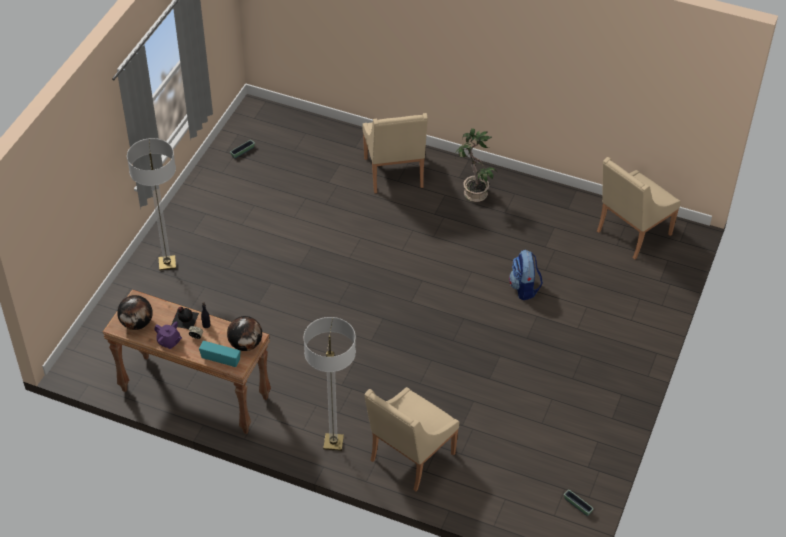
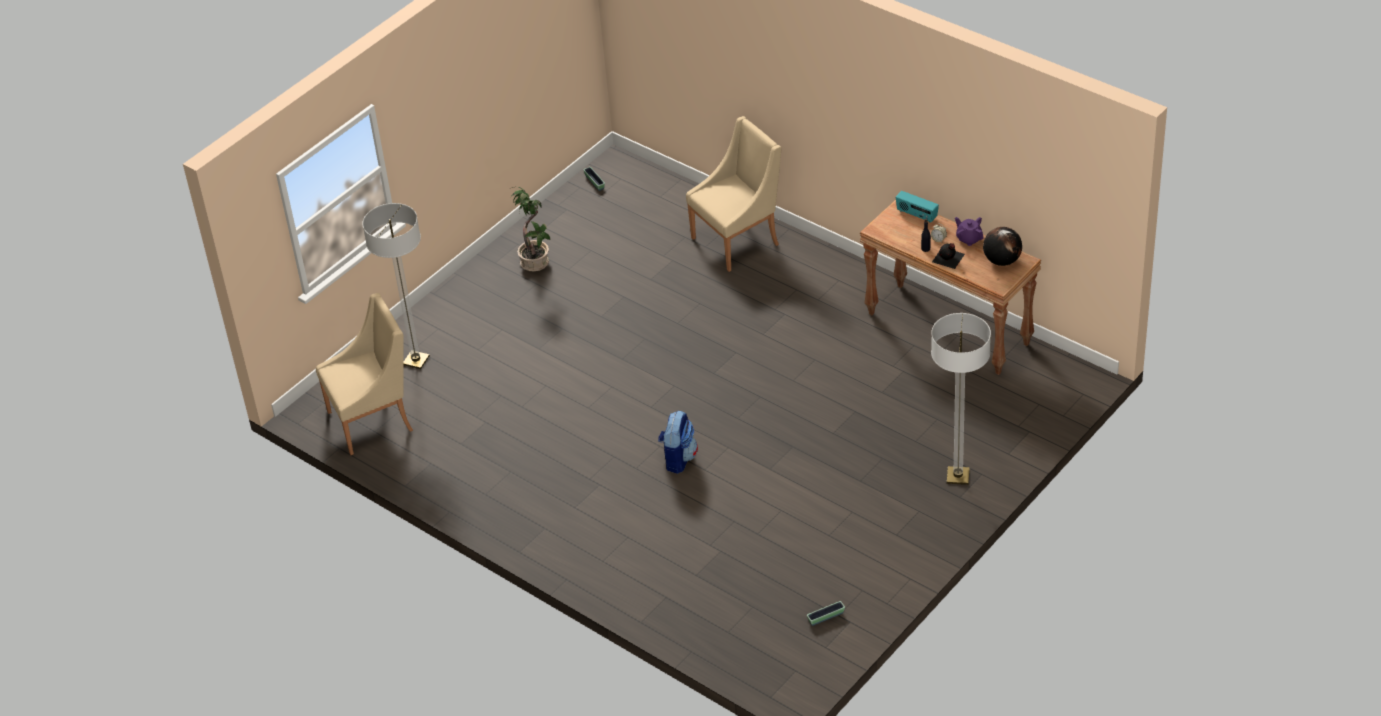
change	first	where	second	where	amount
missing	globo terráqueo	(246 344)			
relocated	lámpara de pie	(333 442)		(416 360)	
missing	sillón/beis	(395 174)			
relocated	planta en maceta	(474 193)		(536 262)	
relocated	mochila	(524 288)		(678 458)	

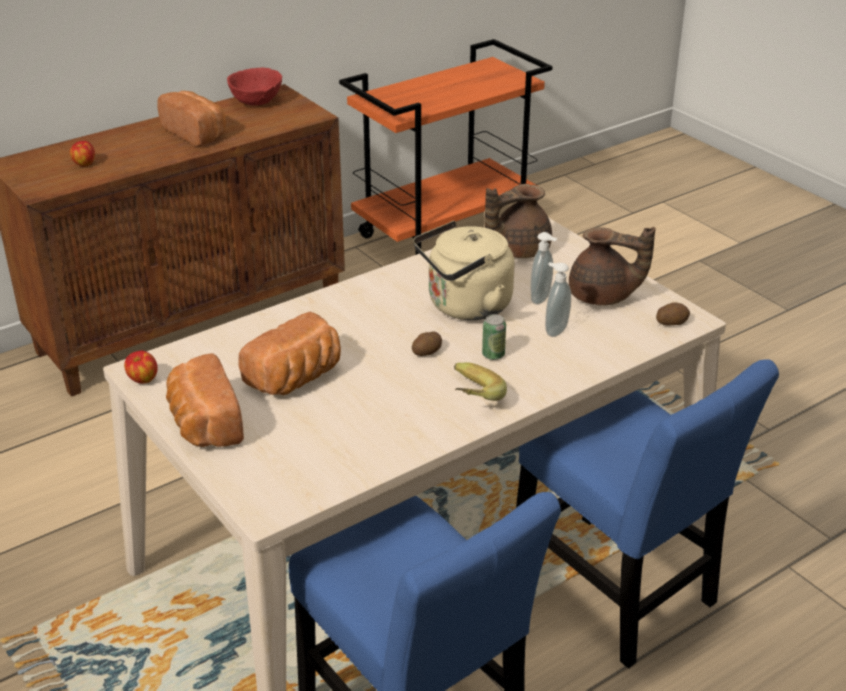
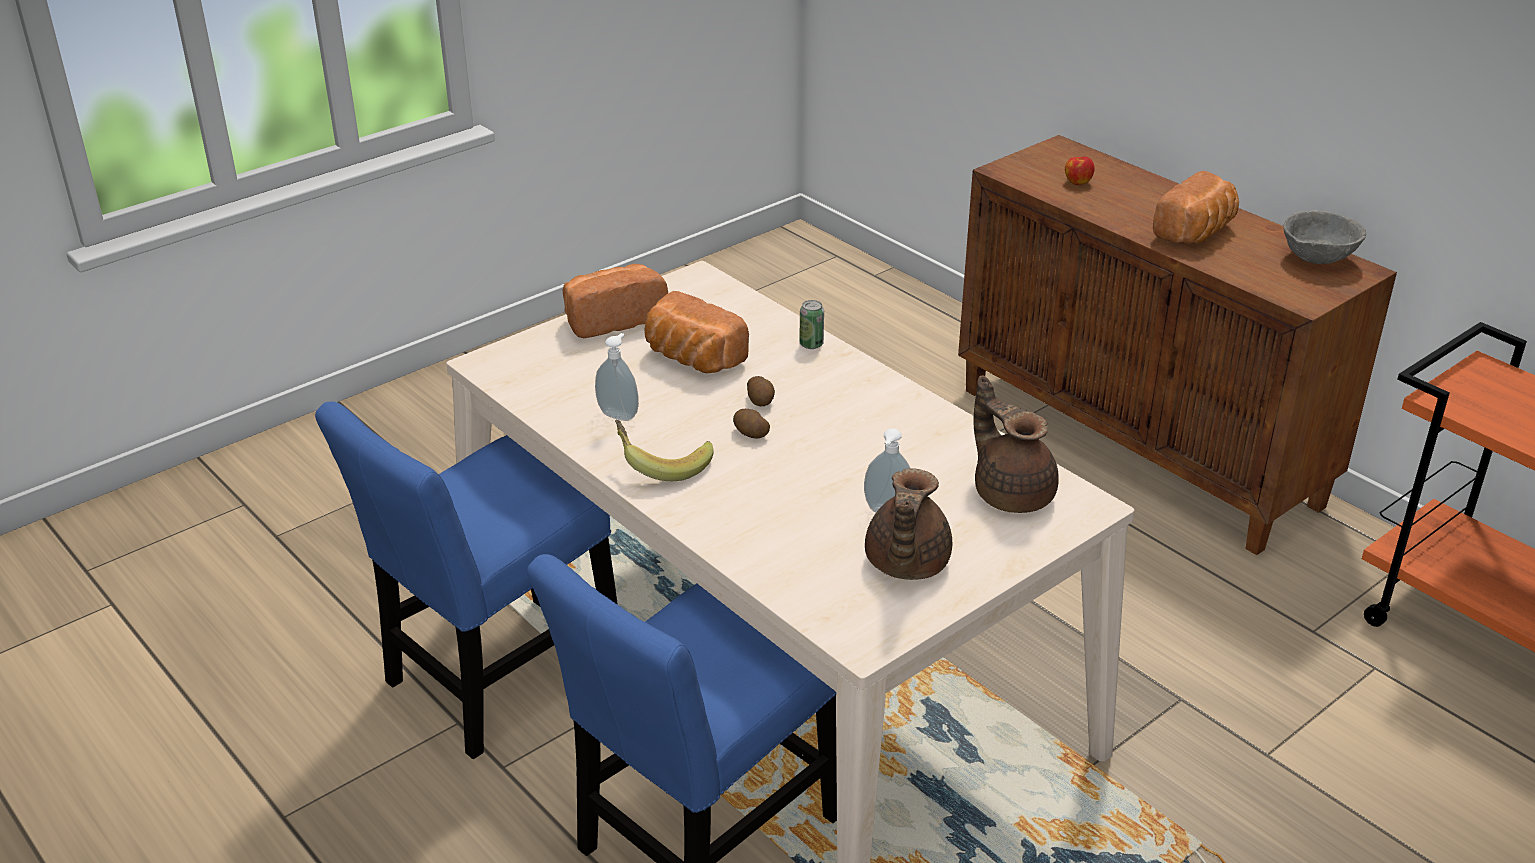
change	first	where	second	where	amount
missing	manzana	(142 380)			
colour	cuenco/rojo	(256 102)	cuenco/gris	(1319 259)	
missing	hervidor/beis	(465 306)			
relocated	lata	(493 355)		(811 344)	
relocated	dispensador de jabón	(554 330)		(619 414)	
relocated	patata	(671 322)		(761 401)	

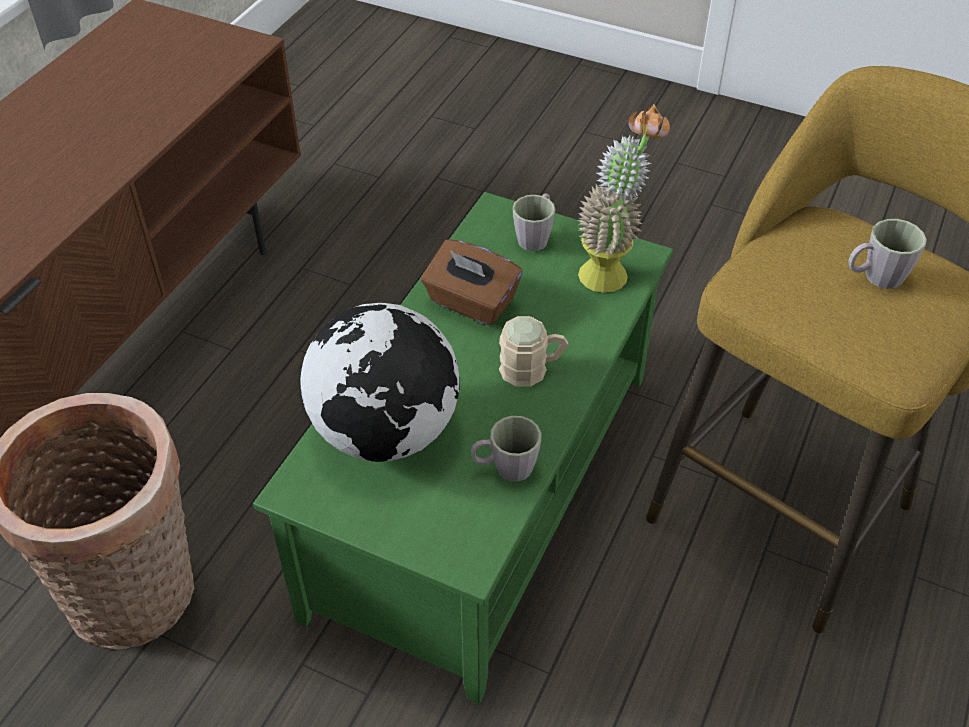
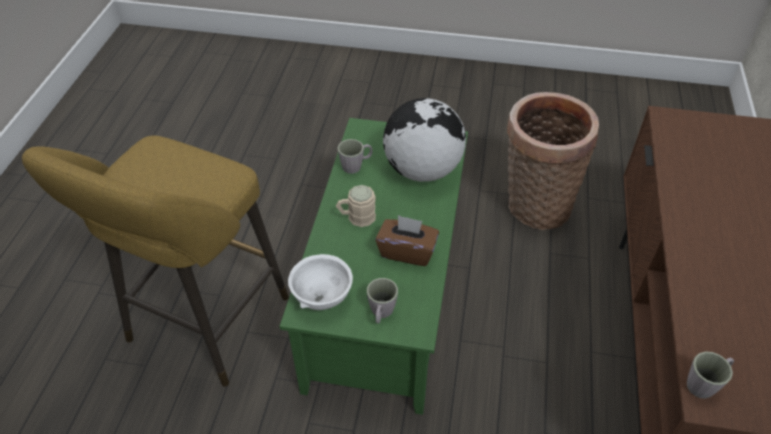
change	first	where	second	where	amount
exchanged	planta en maceta	(611 269)	cuenco/blanco	(321 297)	
relocated	taza grande/gris	(875 277)		(705 383)	

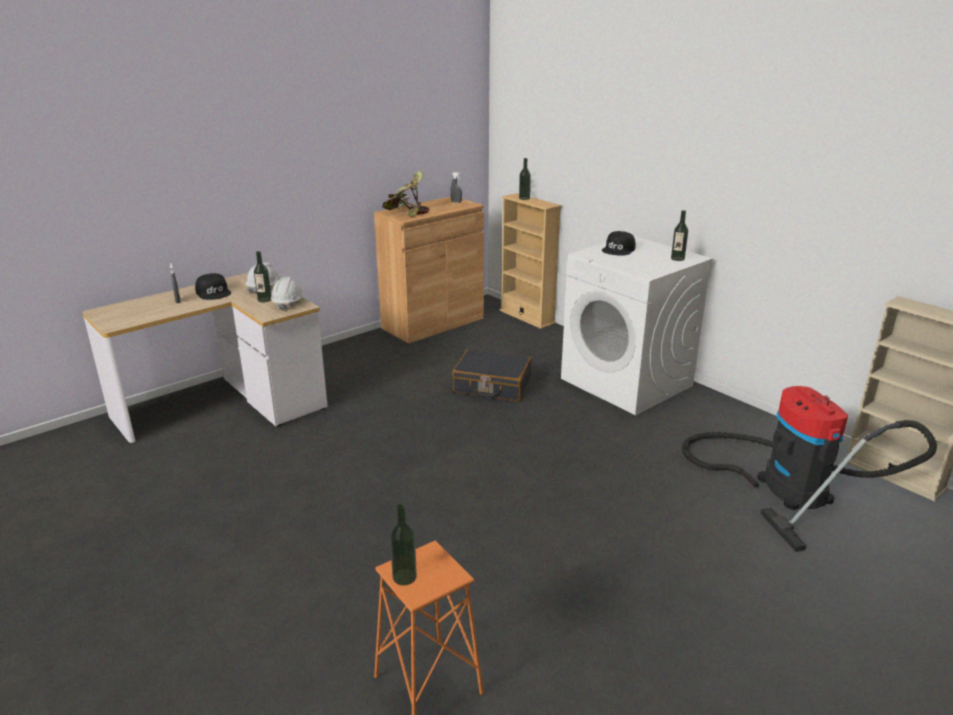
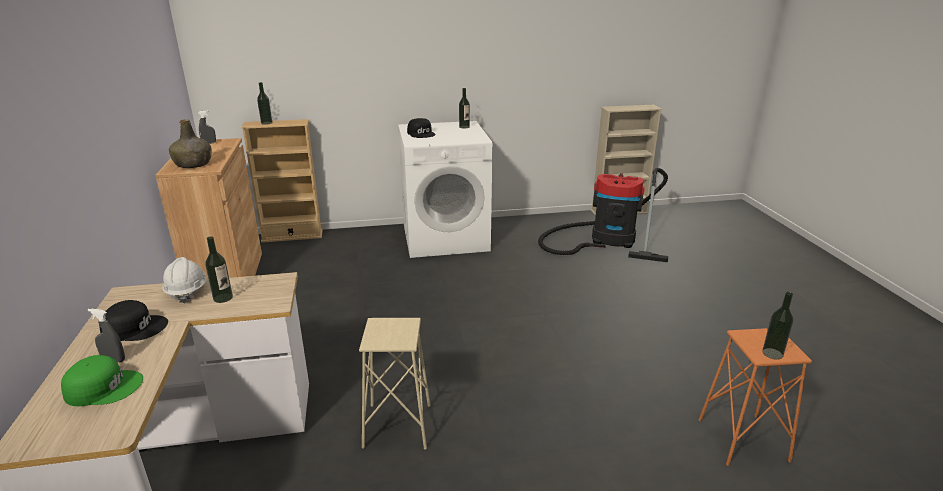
change	first	where	second	where	amount
missing	casco/blanco	(288 304)			
exchanged	planta en maceta	(405 213)	botella/verde	(193 164)	
missing	maleta/negro	(492 385)			
appeared			gorra/verde	(104 387)	
appeared			taburete/beis	(397 426)	

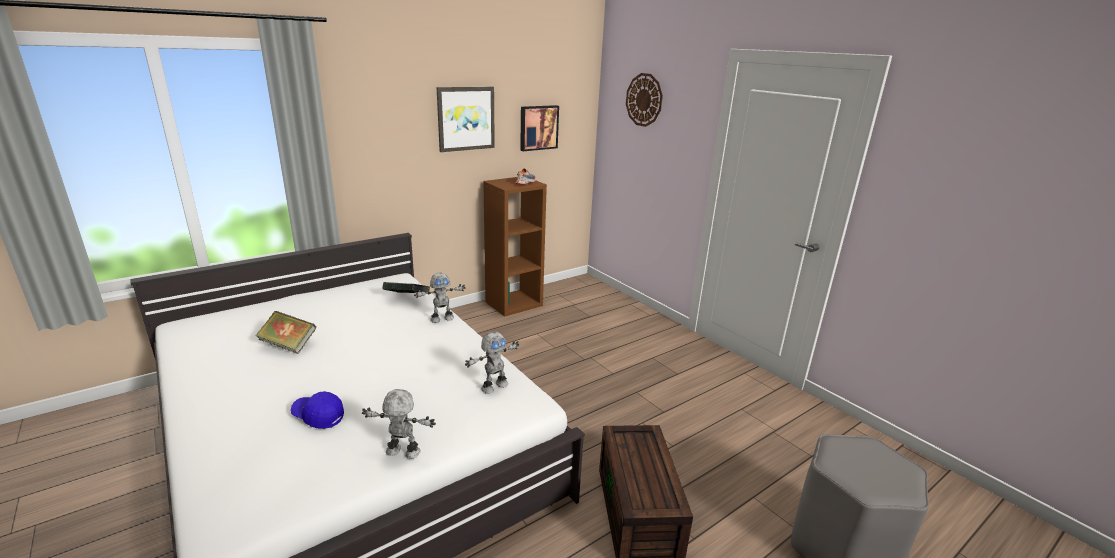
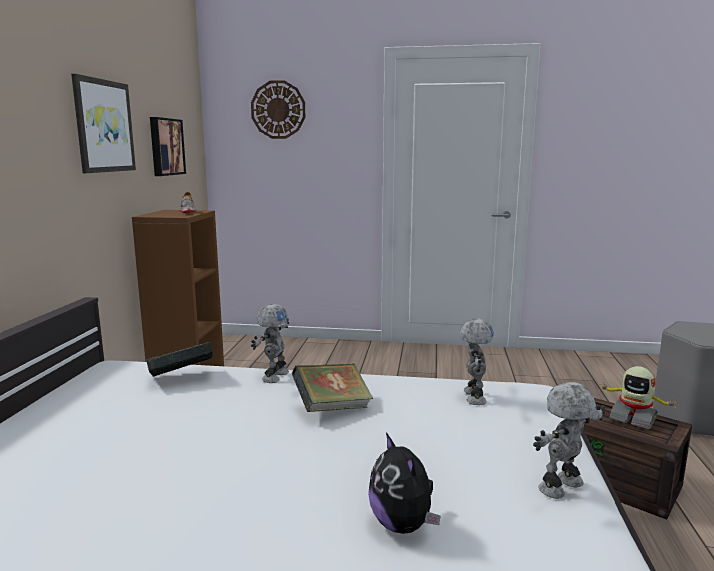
change	first	where	second	where	amount
relocated	libro	(288 345)		(332 408)	
exchanged	gorra/azul	(318 416)	peluche	(403 525)	
appeared			robot de juguete	(633 418)	

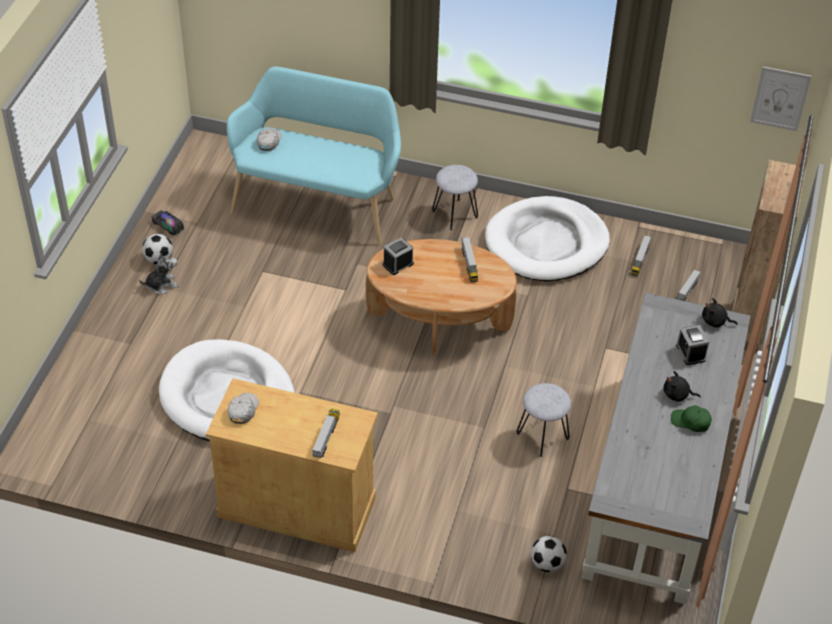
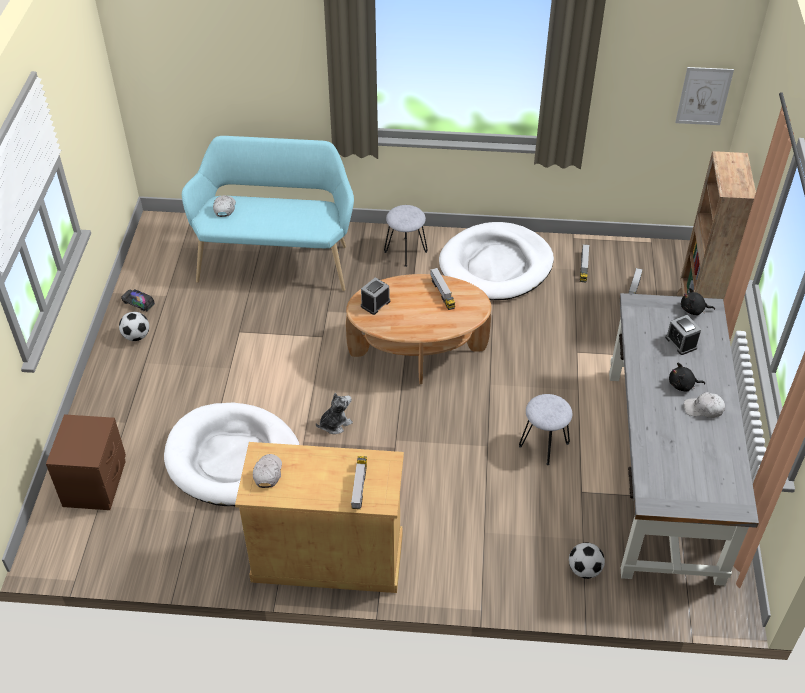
change	first	where	second	where	amount
relocated	peluche	(161 285)		(335 424)	
colour	gorra/verde	(690 422)	gorra/blanco	(703 409)	
appeared			mesita de noche/marrón	(95 484)	

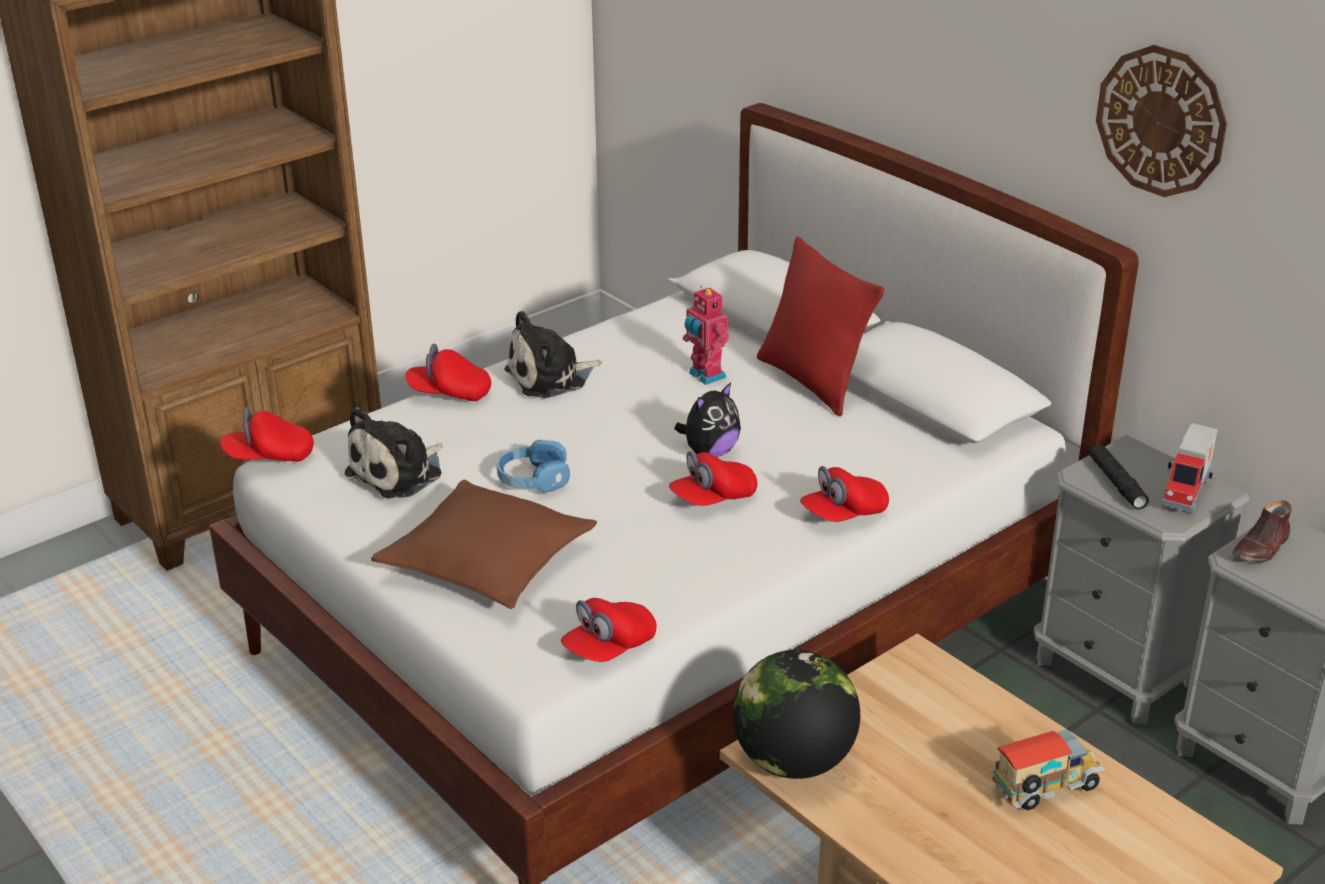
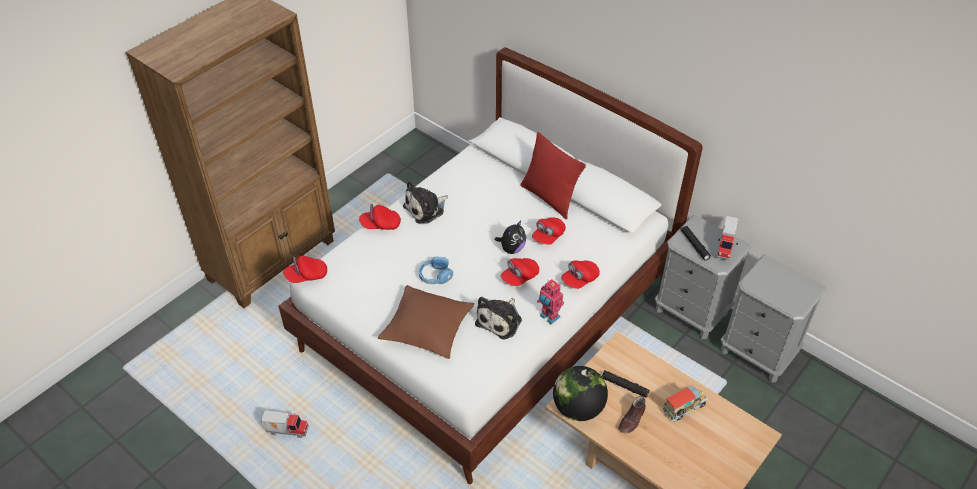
change	first	where	second	where	amount
relocated	peluche	(399 473)		(500 320)	
relocated	gorra/rojo	(609 648)		(548 236)	
relocated	robot de juguete	(705 376)		(549 317)	
missing	reloj de pared	(1161 121)			
relocated	zapato/marrón	(1261 547)		(632 419)	
appeared			camión de juguete	(287 430)	
appeared			linterna/negro	(624 386)	

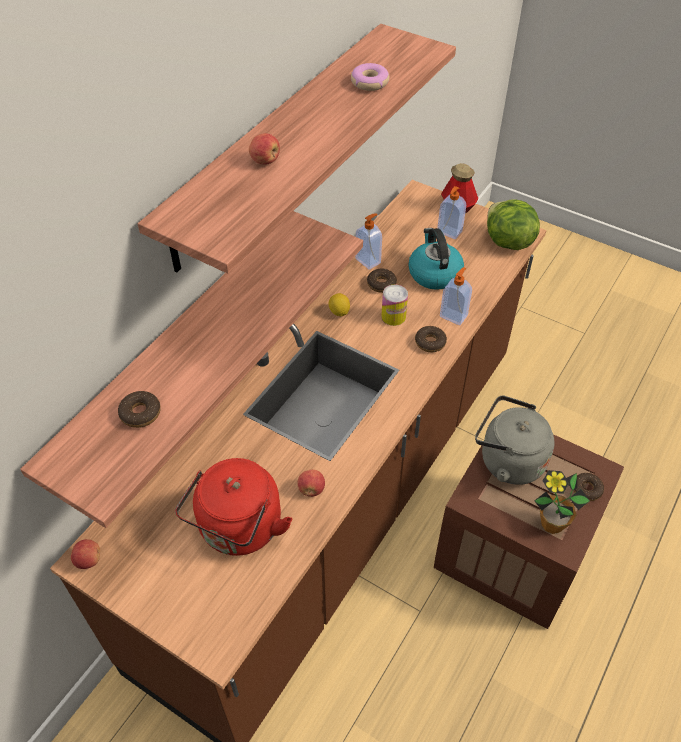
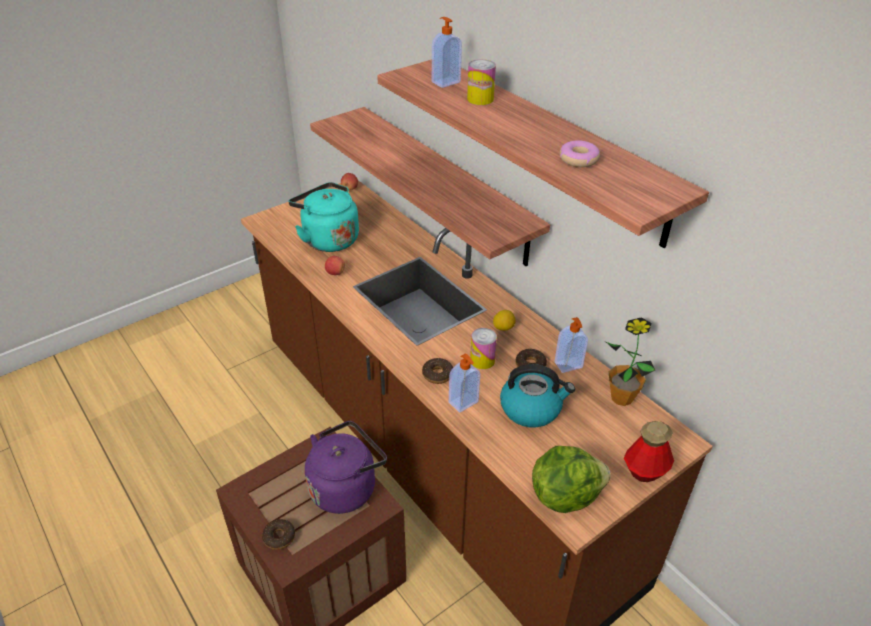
change	first	where	second	where	amount
missing	rosquilla	(140 413)			
colour	hervidor/rojo	(238 530)	hervidor/turquesa	(328 239)	
exchanged	manzana	(265 161)	lata	(480 99)	
relocated	dispensador de jabón	(449 232)		(445 82)	
colour	hervidor/gris	(507 460)	hervidor/morado	(346 487)	
relocated	planta en maceta	(551 524)		(621 397)	

